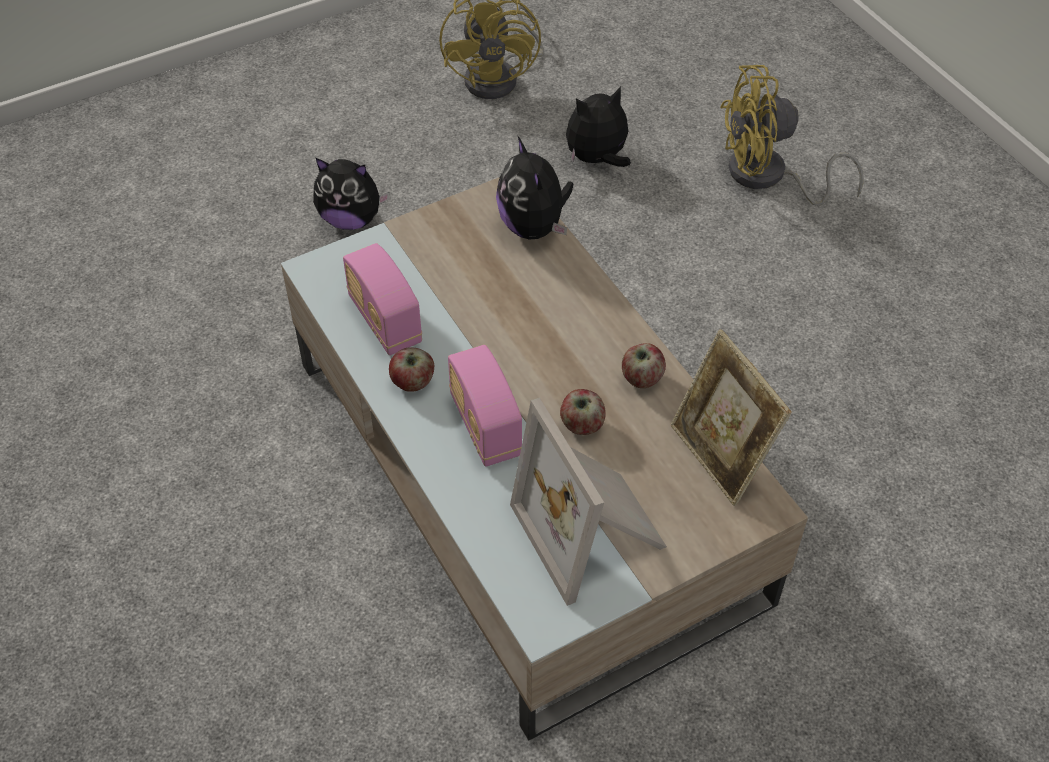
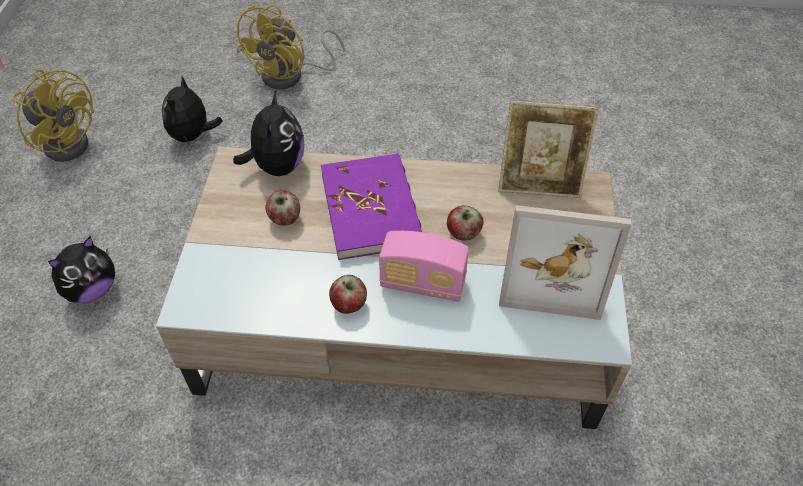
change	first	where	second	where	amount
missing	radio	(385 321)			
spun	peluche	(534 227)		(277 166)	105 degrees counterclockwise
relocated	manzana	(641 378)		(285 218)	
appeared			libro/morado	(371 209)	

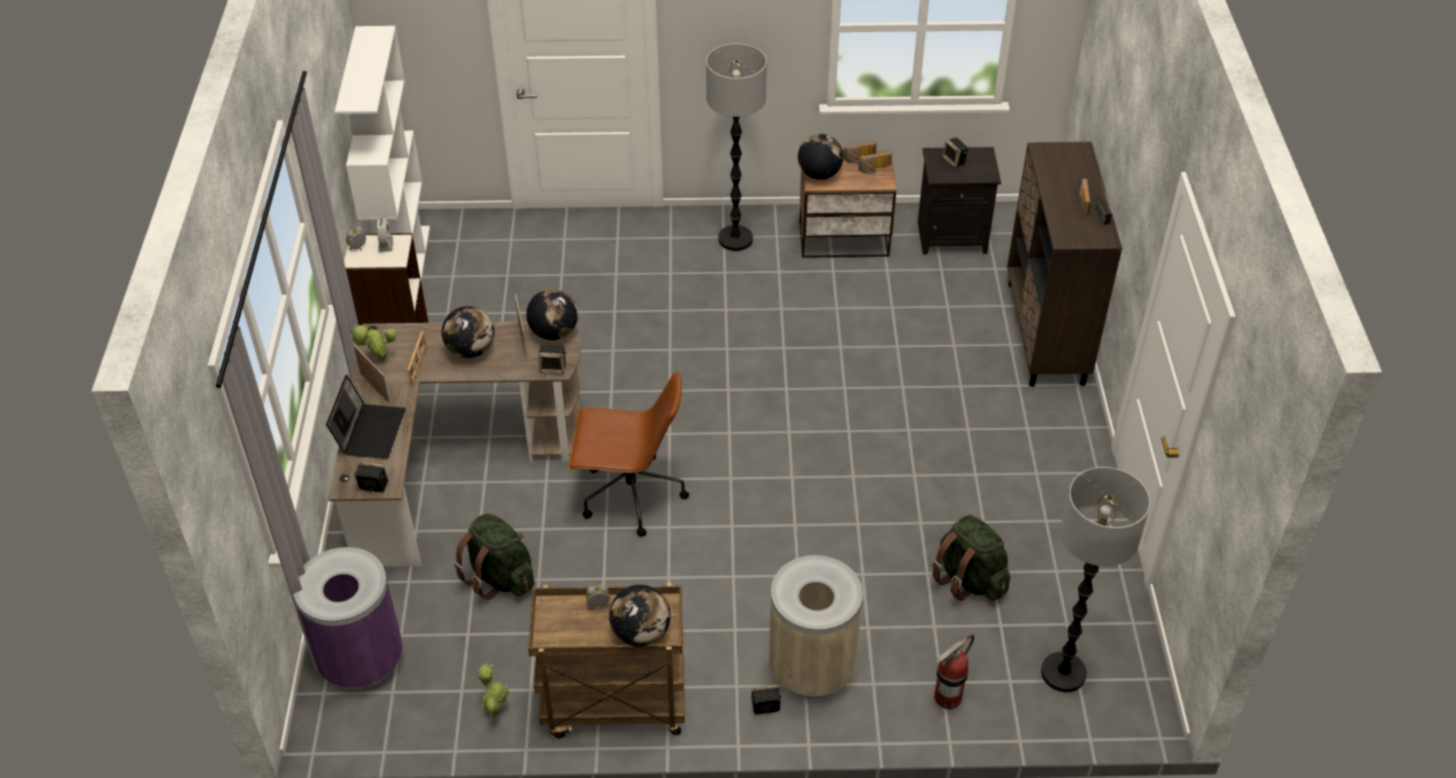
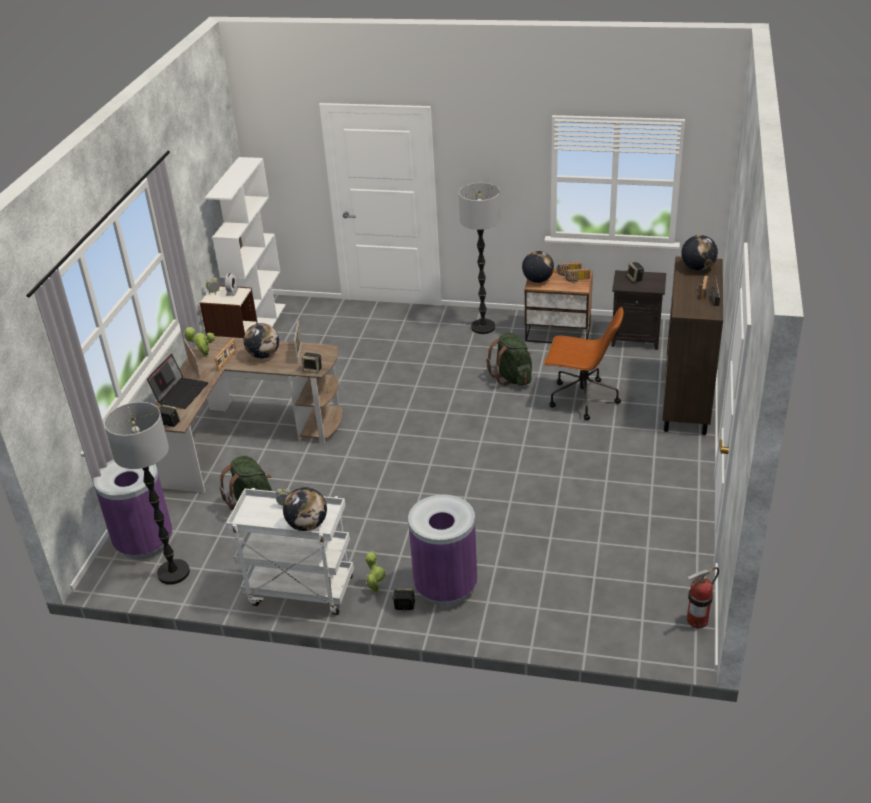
change	first	where	second	where	amount
relocated	planta en maceta	(495 710)		(375 589)	
relocated	globo terráqueo	(554 332)		(698 268)	
colour	carrito/marrón	(613 706)	carrito/blanco	(299 591)	
relocated	silla de oficina/marrón	(630 495)		(581 399)	
colour	papelera/beis	(811 669)	papelera/morado	(445 587)	
relocated	mochila/verde	(969 579)		(512 378)	
relocated	extintor	(947 697)		(697 620)	
relocated	lámpara de pie	(1063 673)		(173 573)	

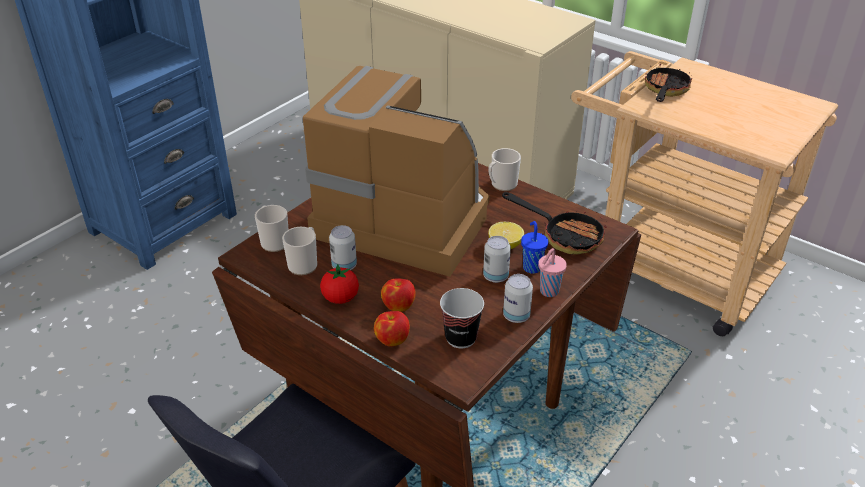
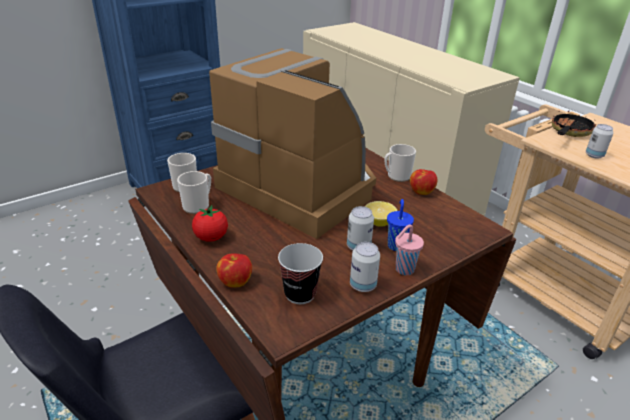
change	first	where	second	where	amount
relocated	lata	(344 266)		(594 155)	
relocated	manzana	(398 306)		(421 192)	
missing	sartén	(564 235)			

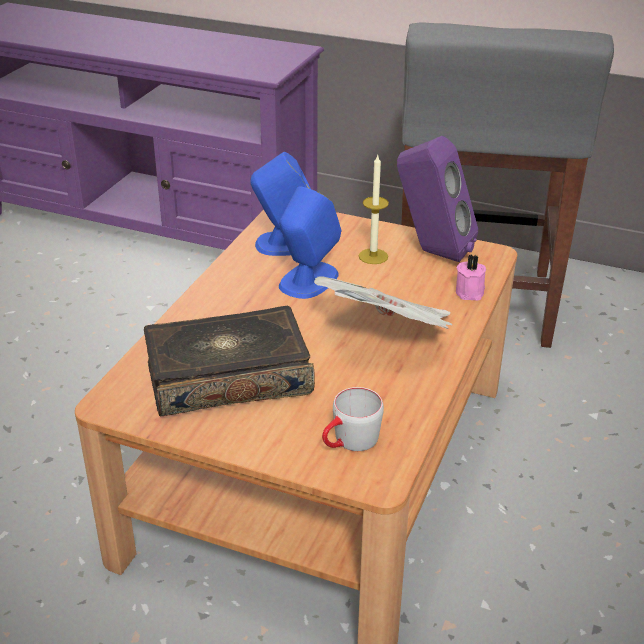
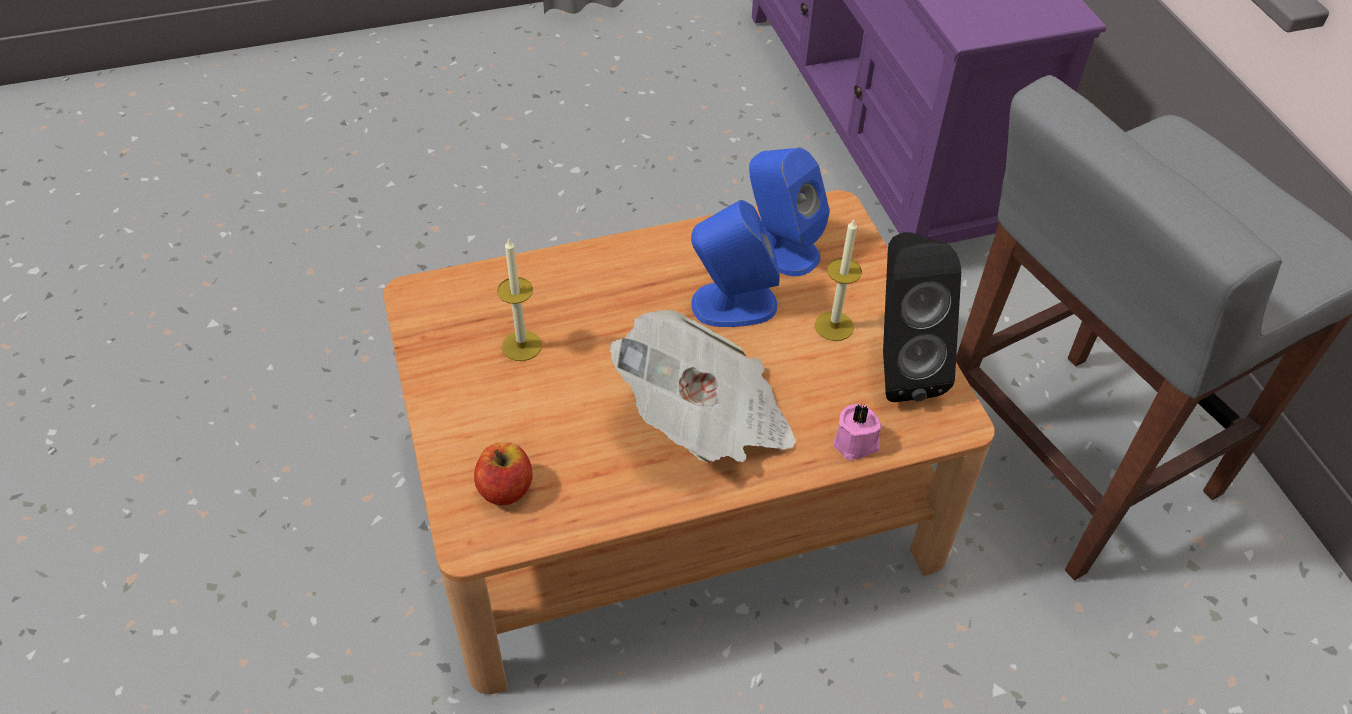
change	first	where	second	where	amount
exchanged	libro	(228 377)	vela	(522 346)	
exchanged	taza grande/gris	(349 443)	manzana	(506 489)	
colour	altavoz/morado	(431 252)	altavoz/negro	(898 368)	

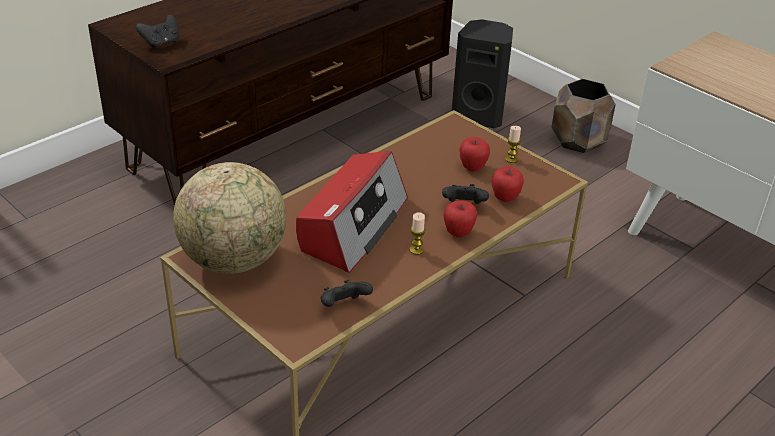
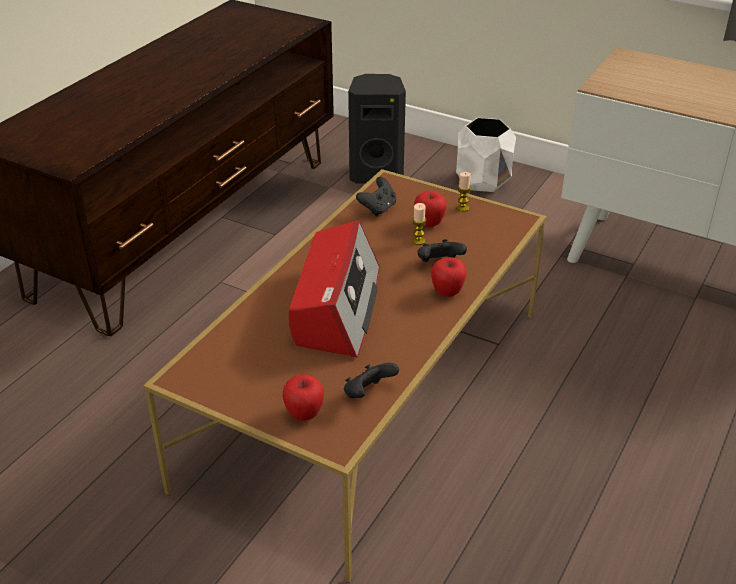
change	first	where	second	where	amount
relocated	mando de consola/negro	(161 43)		(378 209)	
missing	globo terráqueo	(234 260)			
relocated	vela	(416 250)		(418 241)	
relocated	manzana	(505 198)		(304 414)	
colour	maceta/marrón	(579 141)	maceta/blanco	(484 181)	

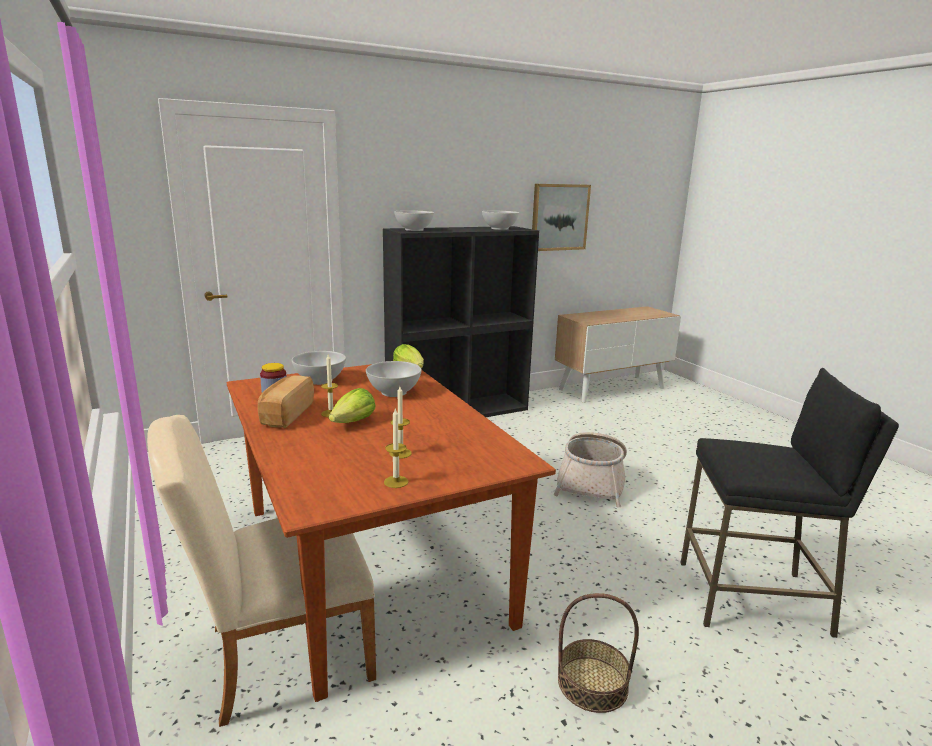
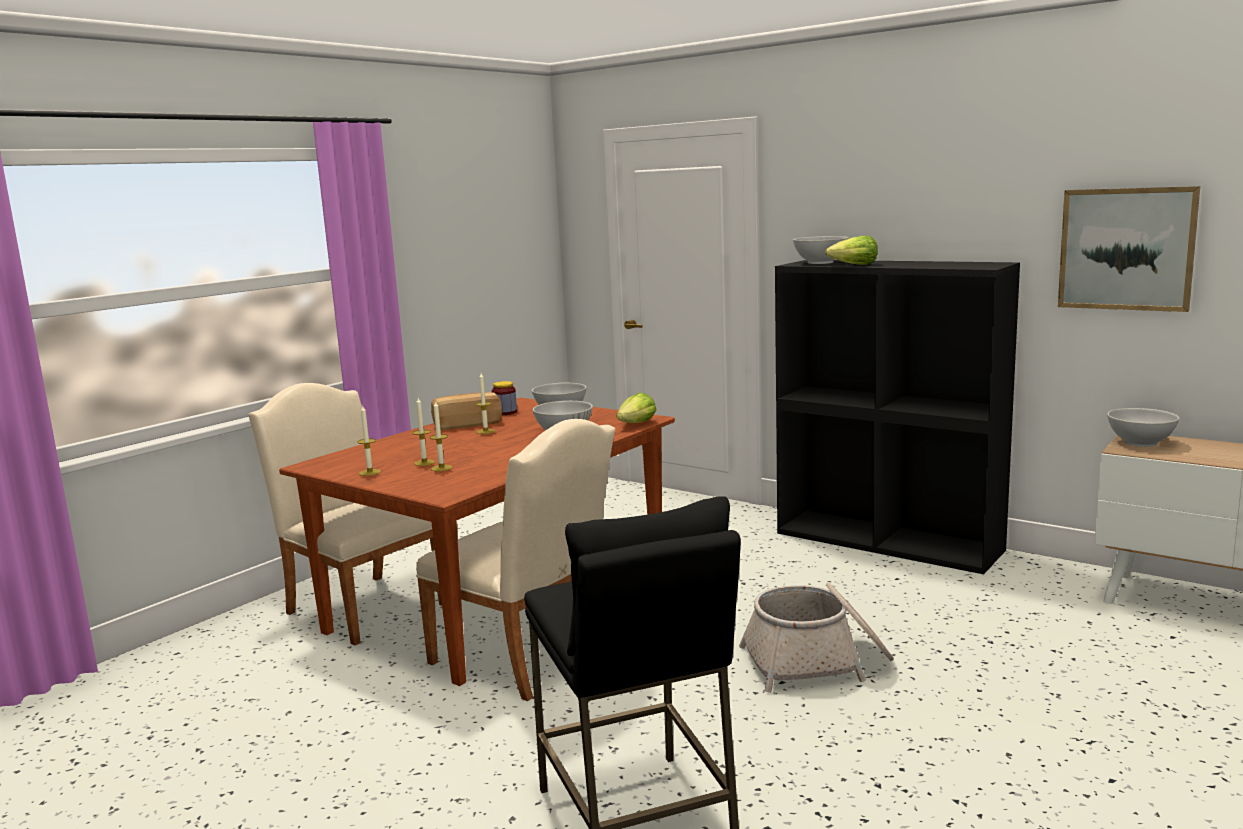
change	first	where	second	where	amount
relocated	lechuga	(353 422)		(854 265)	
relocated	cuenco/blanco	(500 229)		(1140 443)	
missing	cesta	(592 683)			
appeared			silla/beis	(528 658)	
appeared			vela	(441 468)	

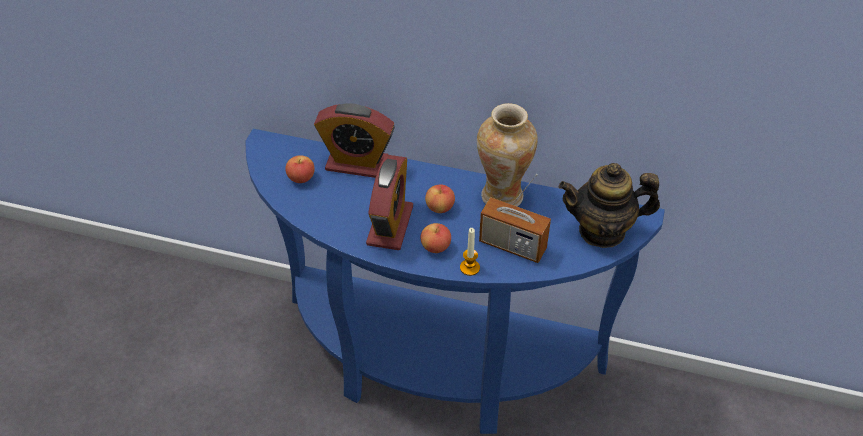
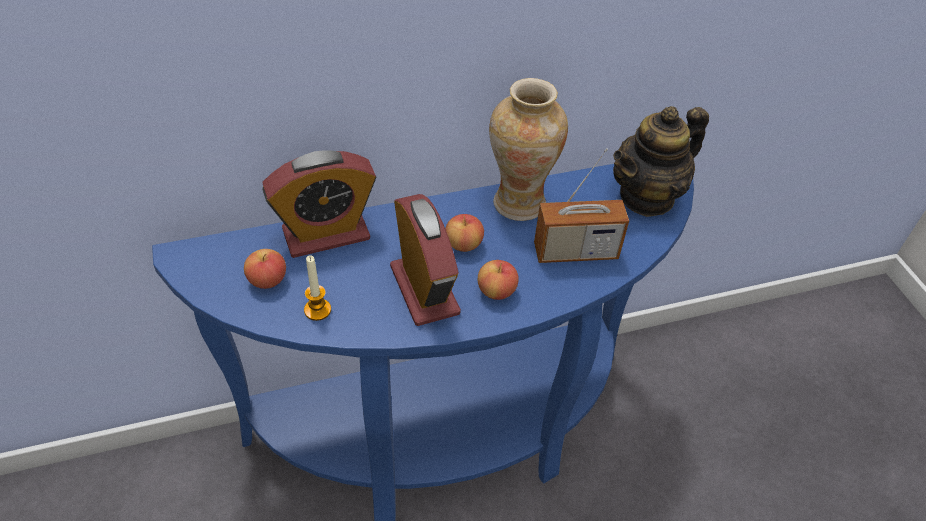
change	first	where	second	where	amount
relocated	vela	(469 268)		(317 310)	

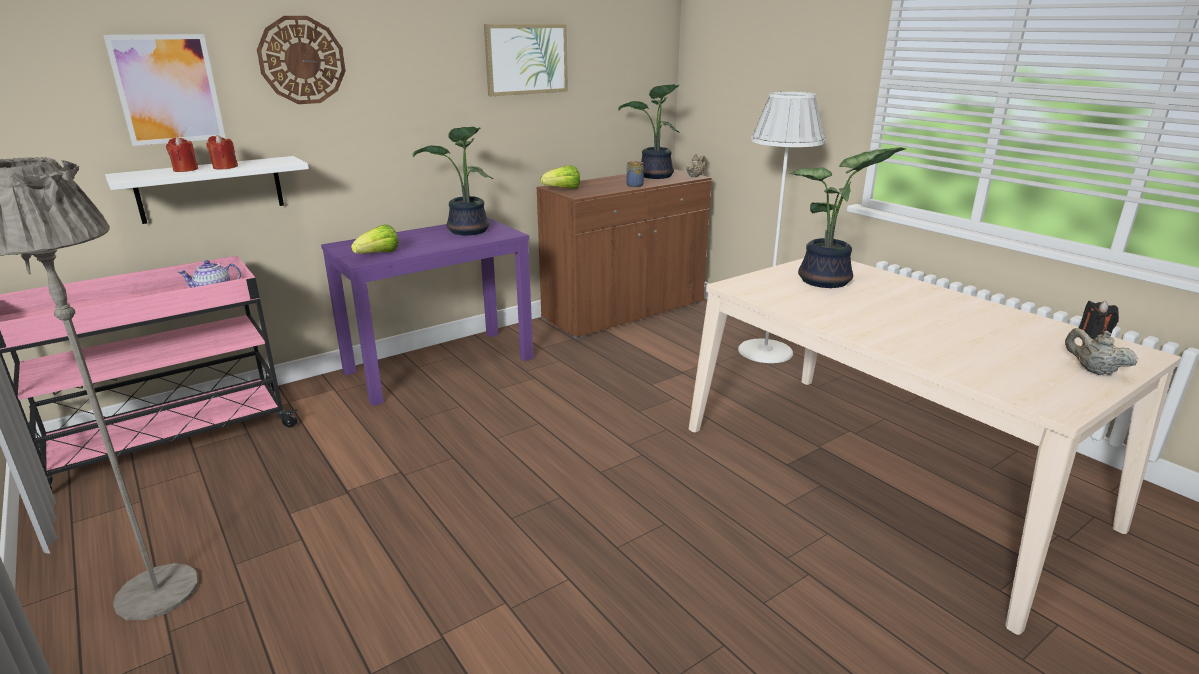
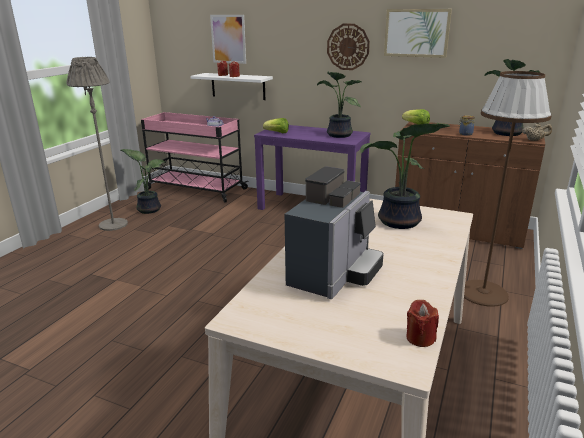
change	first	where	second	where	amount
relocated	reloj de pared	(302 60)		(348 47)	
colour	lámpara de pie/blanco	(765 351)	lámpara de pie/marrón	(483 293)	
missing	tetera/beis	(1093 371)			
colour	vela/negro	(1093 337)	vela/rojo	(420 338)	
appeared			planta en maceta	(149 209)	
appeared			cafetera	(334 274)	

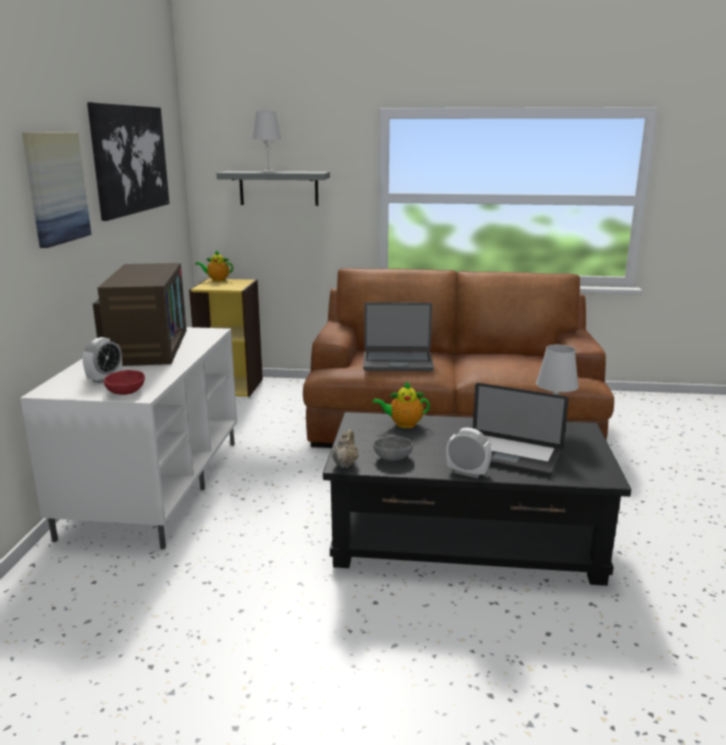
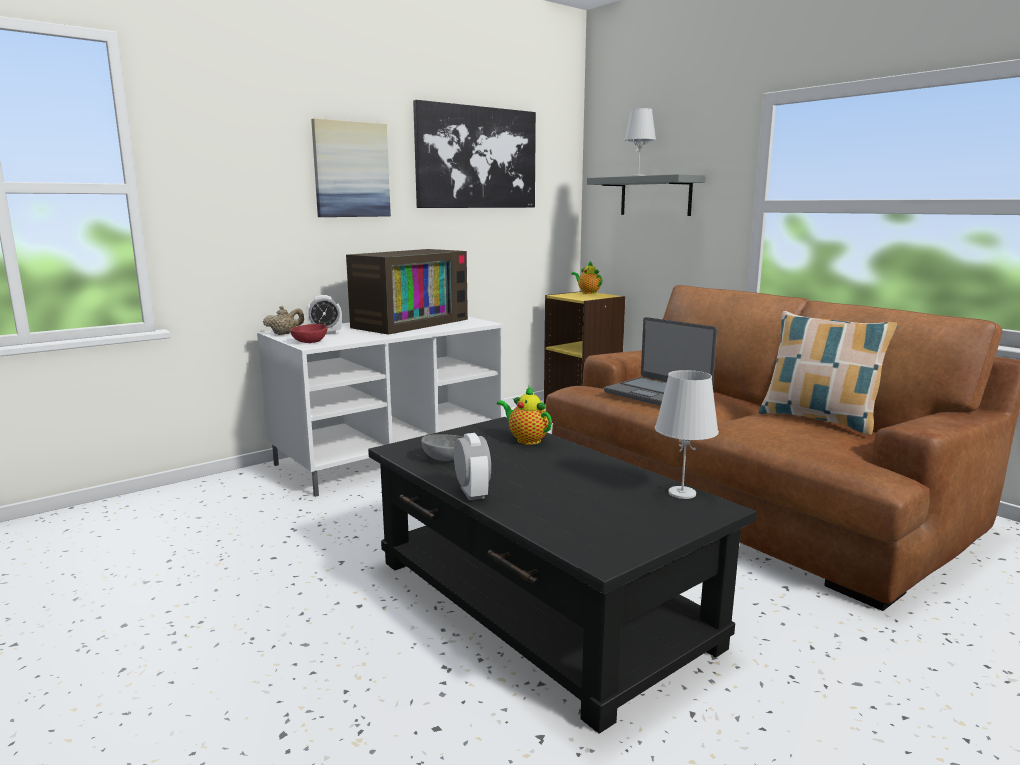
change	first	where	second	where	amount
relocated	tetera/beis	(345 464)		(284 334)	
missing	portátil	(509 456)			
appeared			cojín	(818 420)	

